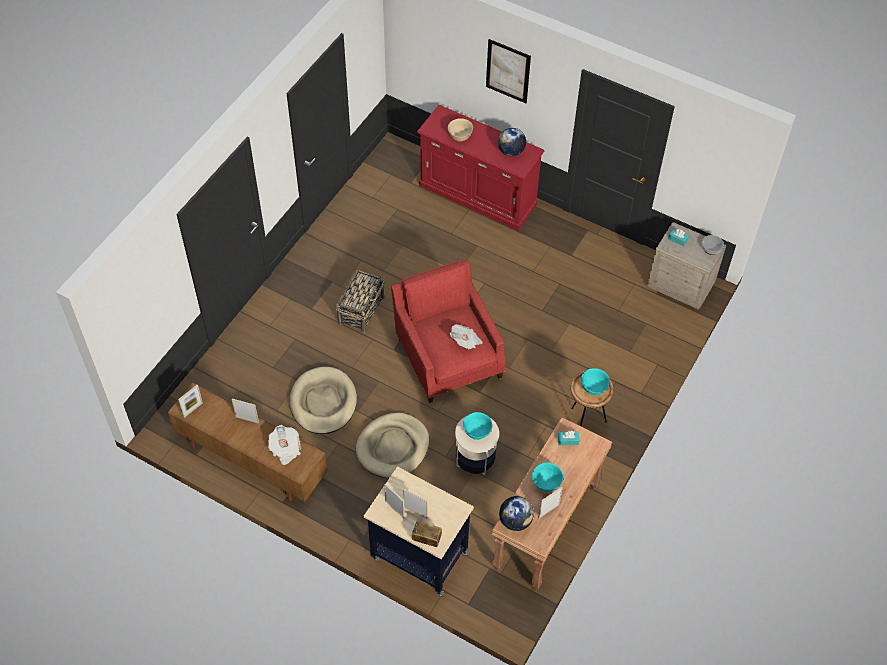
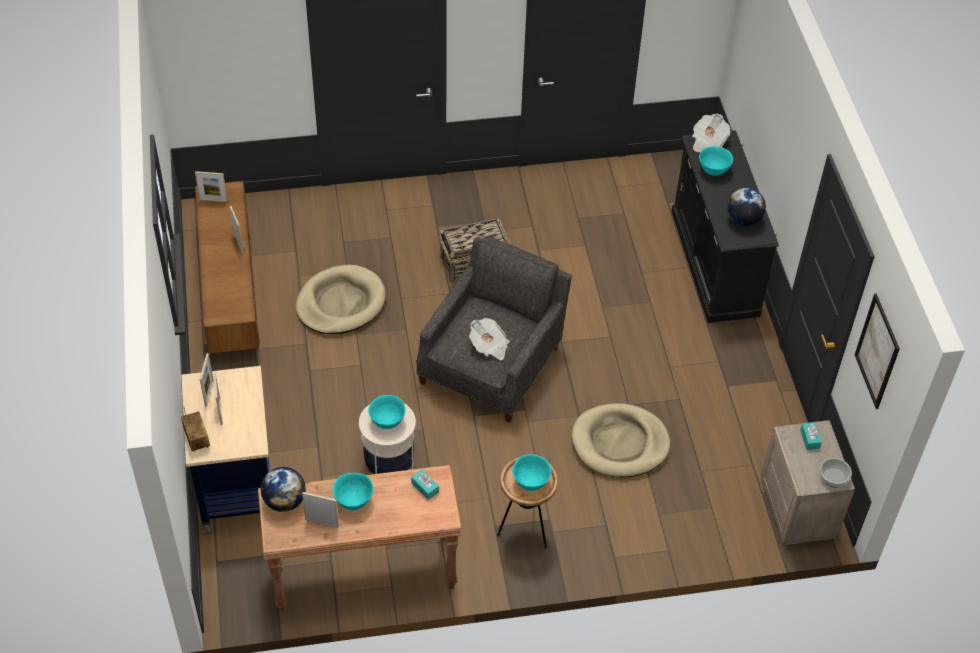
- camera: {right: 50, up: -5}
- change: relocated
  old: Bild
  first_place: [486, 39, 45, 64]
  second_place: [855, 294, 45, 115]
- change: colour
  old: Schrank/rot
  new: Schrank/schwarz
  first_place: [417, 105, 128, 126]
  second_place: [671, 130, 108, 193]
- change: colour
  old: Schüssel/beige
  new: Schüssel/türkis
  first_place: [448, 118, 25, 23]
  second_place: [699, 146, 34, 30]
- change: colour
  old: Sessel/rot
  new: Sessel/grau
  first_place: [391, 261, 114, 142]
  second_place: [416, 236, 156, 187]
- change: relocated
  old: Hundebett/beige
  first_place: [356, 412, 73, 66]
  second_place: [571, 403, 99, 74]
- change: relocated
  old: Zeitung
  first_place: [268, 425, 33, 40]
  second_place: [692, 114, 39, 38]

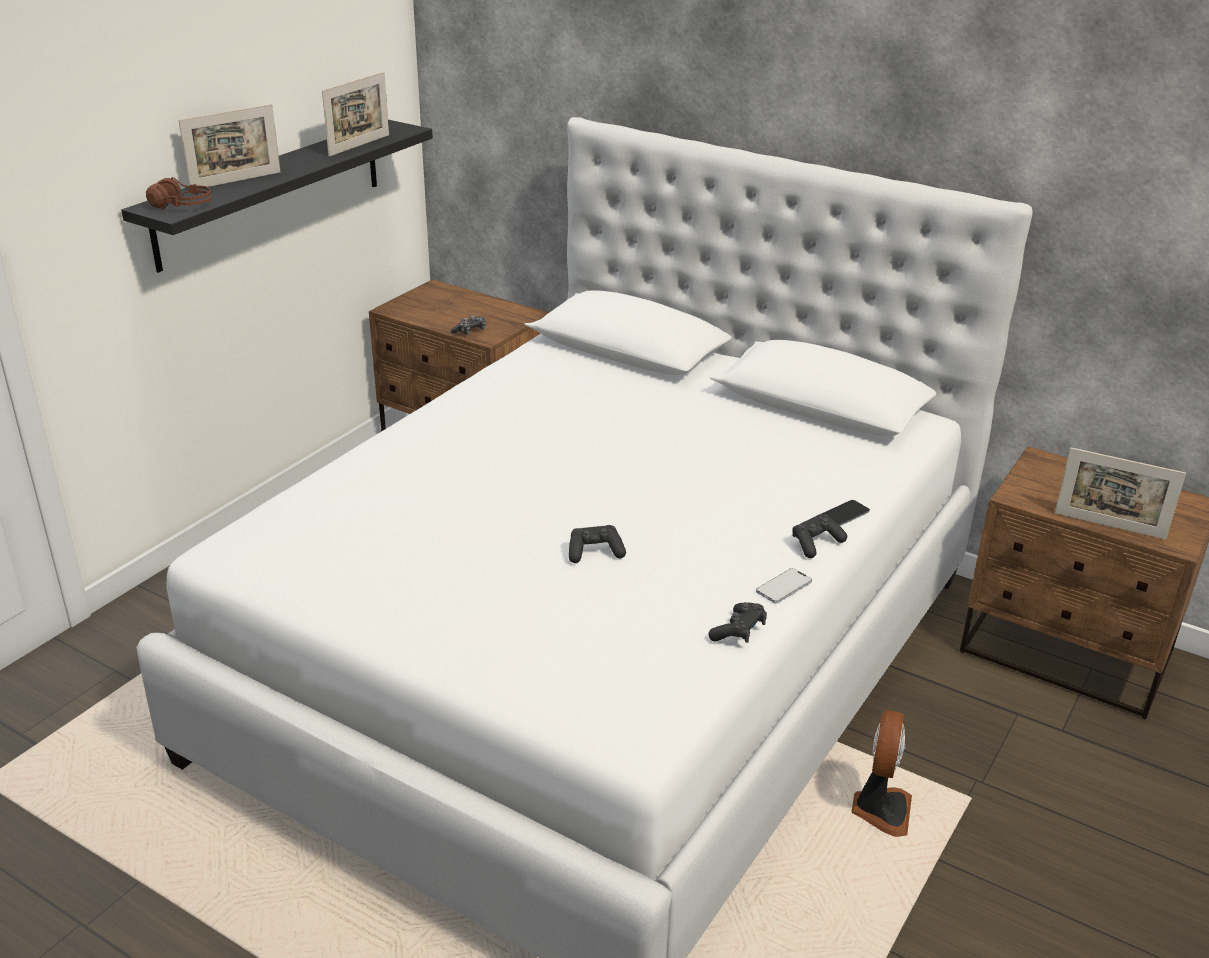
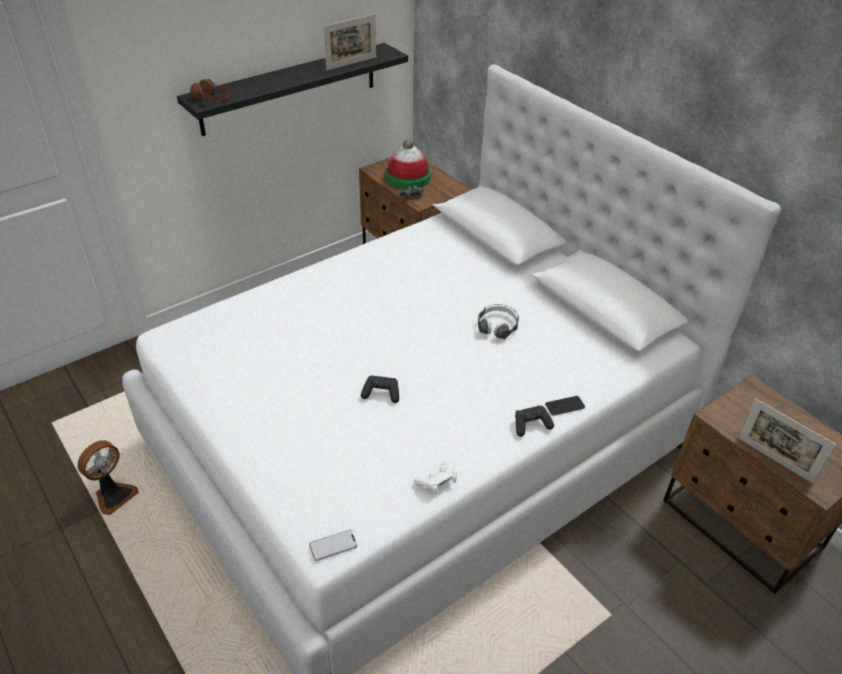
- camera: {right: 20, up: 10}
- change: missing
  old: Bilderrahmen
  first_place: [179, 104, 102, 83]
- change: relocated
  old: Handy
  first_place: [756, 568, 56, 36]
  second_place: [309, 530, 48, 31]
- change: colour
  old: Gamepad/schwarz
  new: Gamepad/weiß
  first_place: [709, 602, 58, 41]
  second_place: [414, 461, 43, 33]
- change: relocated
  old: Ventilator
  first_place: [852, 711, 60, 126]
  second_place: [78, 440, 61, 75]
- change: appeared
  new: Hut
  second_place: [385, 139, 46, 50]
- change: appeared
  new: Kopfhörer
  second_place: [478, 304, 41, 35]

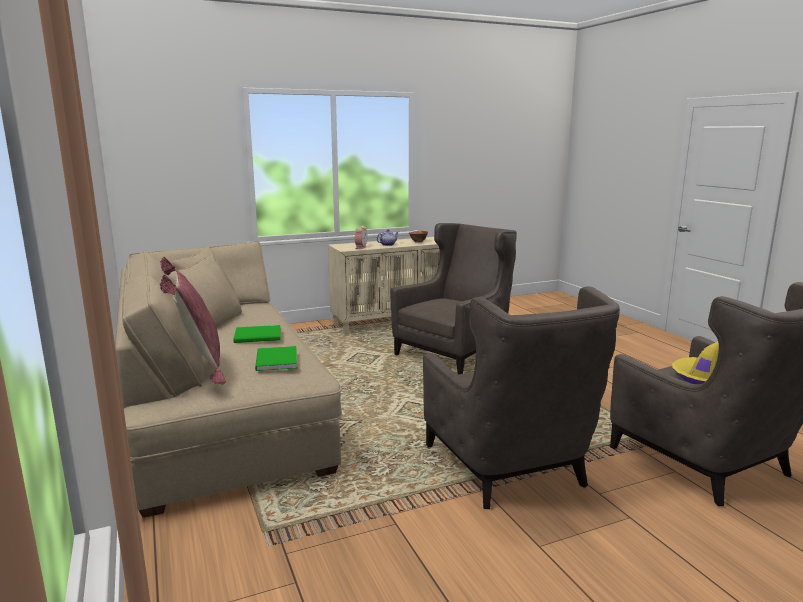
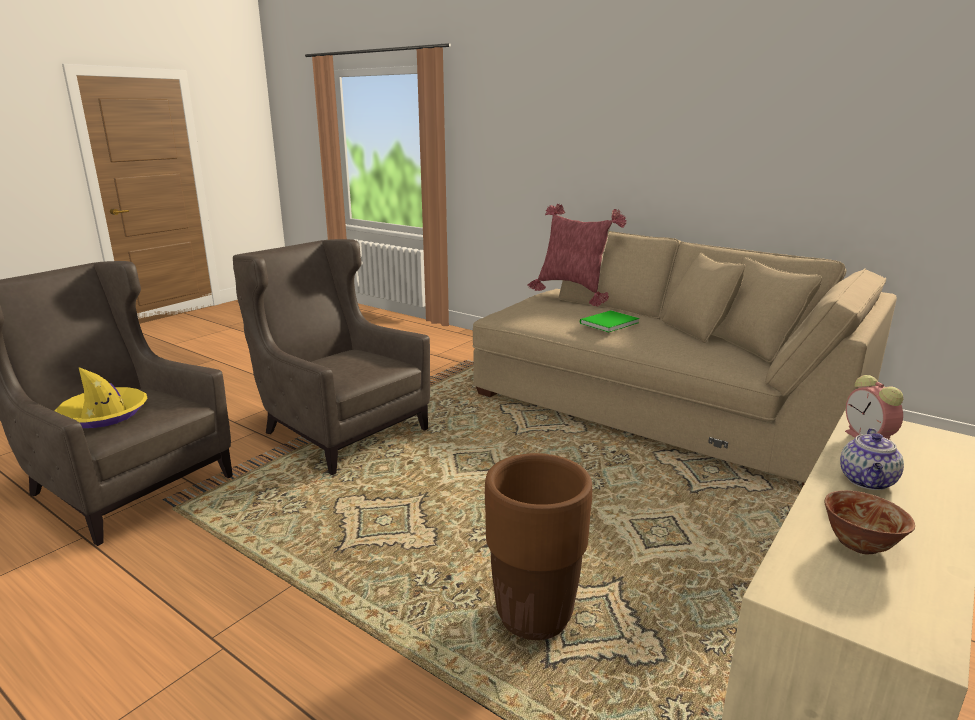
- camera: {right: 150, up: 5}
- change: exchanged
  old: Sessel/grau
  new: Pflanzkübel/braun
  first_place: [391, 223, 126, 152]
  second_place: [485, 453, 107, 187]
- change: missing
  old: Buch/grün
  first_place: [255, 346, 42, 25]

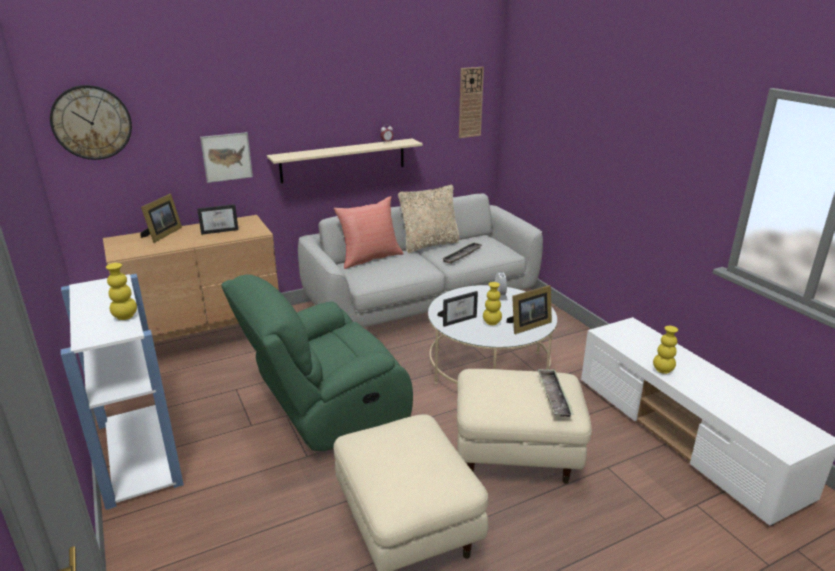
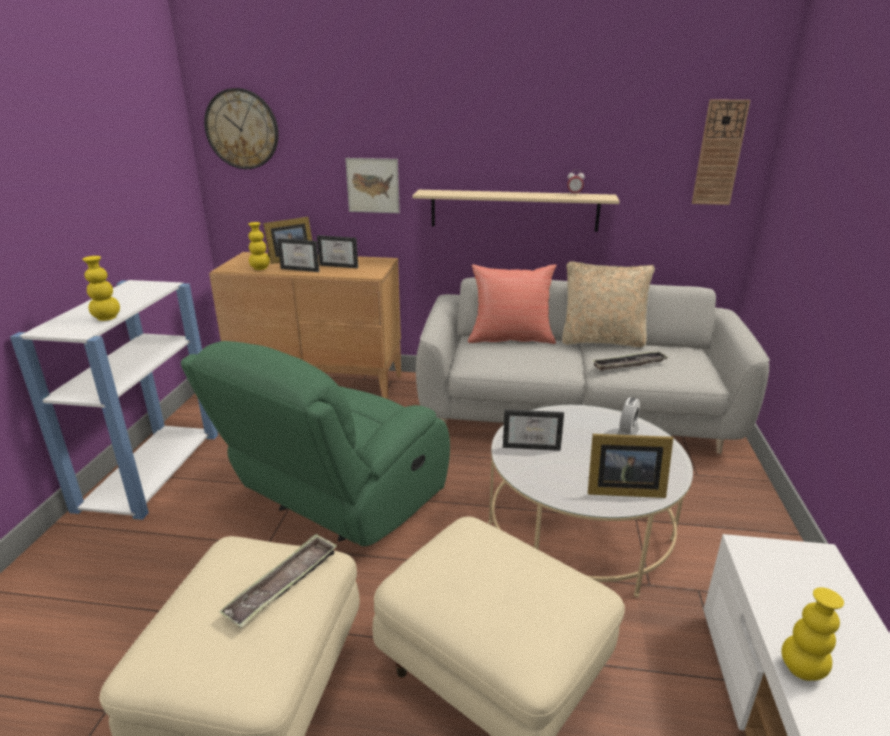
- camera: {right: 35, up: 0}
- change: spun
  old: Sessel/grün
  first_place: [221, 274, 192, 177]
  second_place: [181, 341, 269, 205]
  degrees: -60
- change: relocated
  old: Vase/gelb
  first_place: [483, 282, 19, 43]
  second_place: [248, 222, 22, 48]
- change: relocated
  old: Tablett
  first_place: [537, 369, 37, 48]
  second_place: [219, 533, 118, 95]
- change: appeared
  new: Bilderrahmen
  second_place: [277, 238, 43, 34]

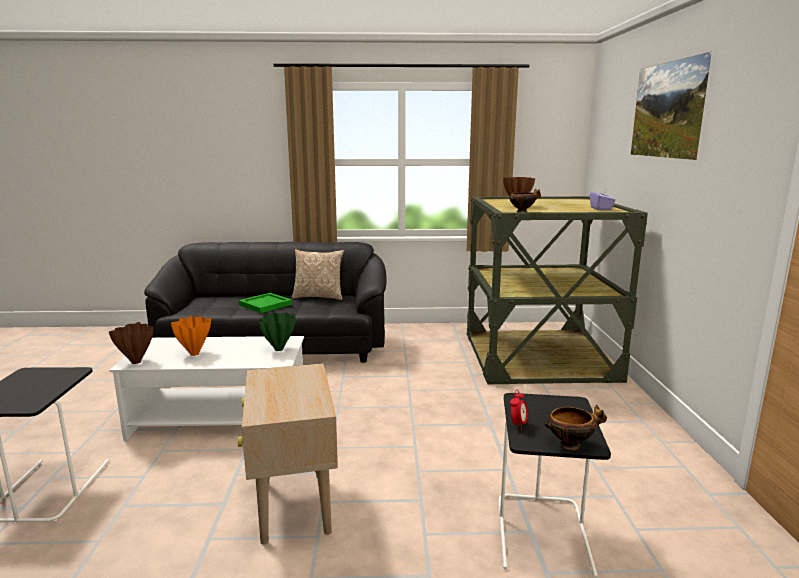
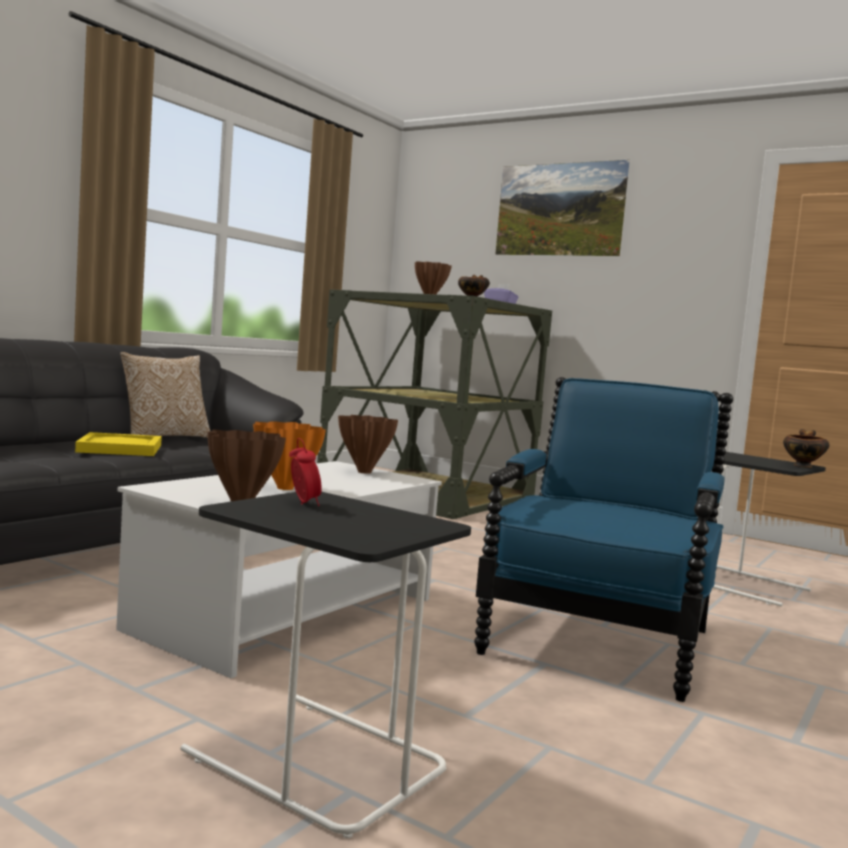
- camera: {right: -55, up: -10}
- change: colour
  old: Tablett/grün
  new: Tablett/gelb
  first_place: [239, 293, 53, 20]
  second_place: [75, 432, 87, 24]
- change: colour
  old: Vase/grün
  new: Vase/braun
  first_place: [259, 312, 37, 39]
  second_place: [338, 415, 60, 58]
- change: exchanged
  old: Beistelltisch/beige
  new: Sessel/blau
  first_place: [238, 363, 100, 182]
  second_place: [474, 377, 259, 325]
- change: relocated
  old: Wecker
  first_place: [510, 391, 18, 39]
  second_place: [289, 438, 33, 68]

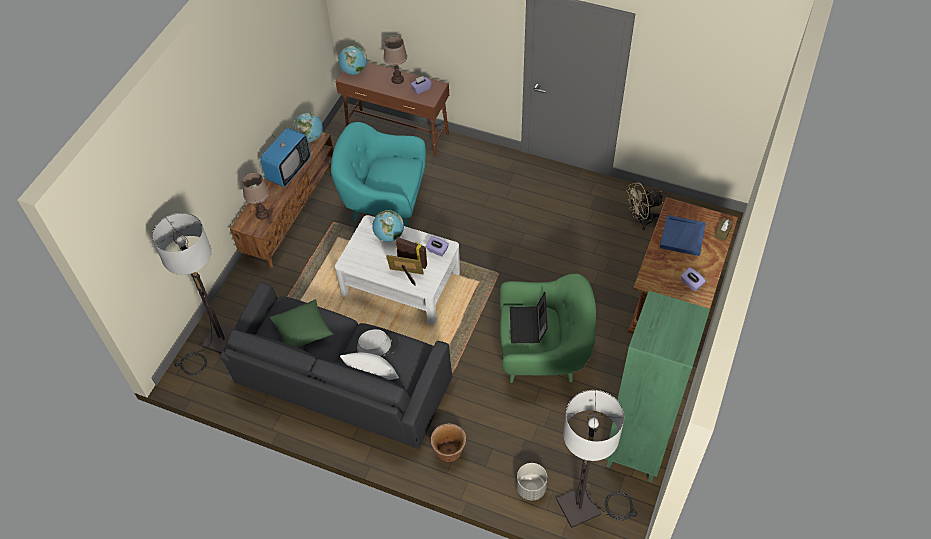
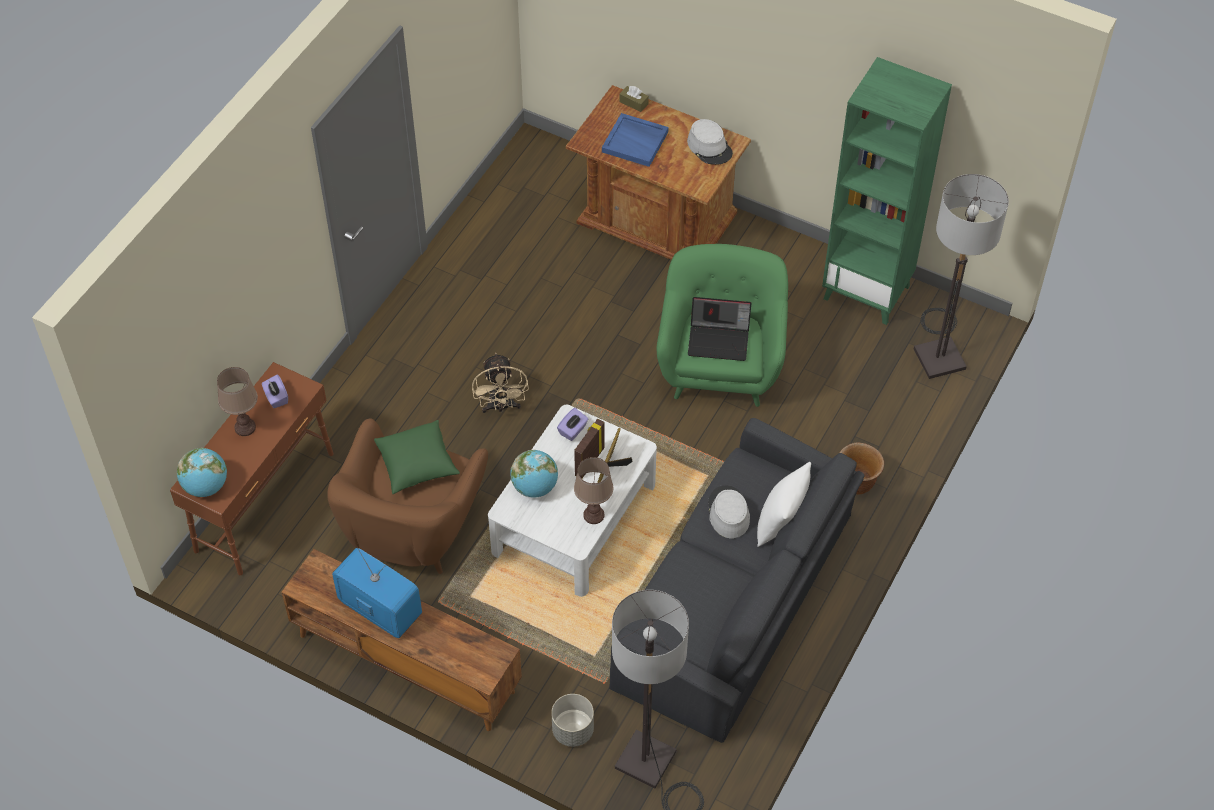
- camera: {right: -85, up: 0}
- change: missing
  old: Globus
  first_place: [293, 113, 30, 30]
- change: colour
  old: Sessel/türkis
  new: Sessel/braun
  first_place: [331, 122, 95, 105]
  second_place: [327, 418, 161, 156]
- change: relocated
  old: Tischlampe/braun
  first_place: [242, 172, 27, 48]
  second_place: [574, 457, 39, 67]
- change: relocated
  old: Ventilator/beige
  first_place: [627, 182, 37, 48]
  second_place: [472, 353, 57, 60]
- change: exchanged
  old: Taschentuchbox/lila
  new: Hut/grau
  first_place: [681, 267, 25, 25]
  second_place: [687, 119, 46, 46]
- change: relocated
  old: Kissen/grün
  first_place: [269, 299, 65, 49]
  second_place: [374, 420, 86, 74]
- change: relocated
  old: Pflanzkübel/grau
  first_place: [517, 463, 30, 38]
  second_place: [551, 694, 43, 53]

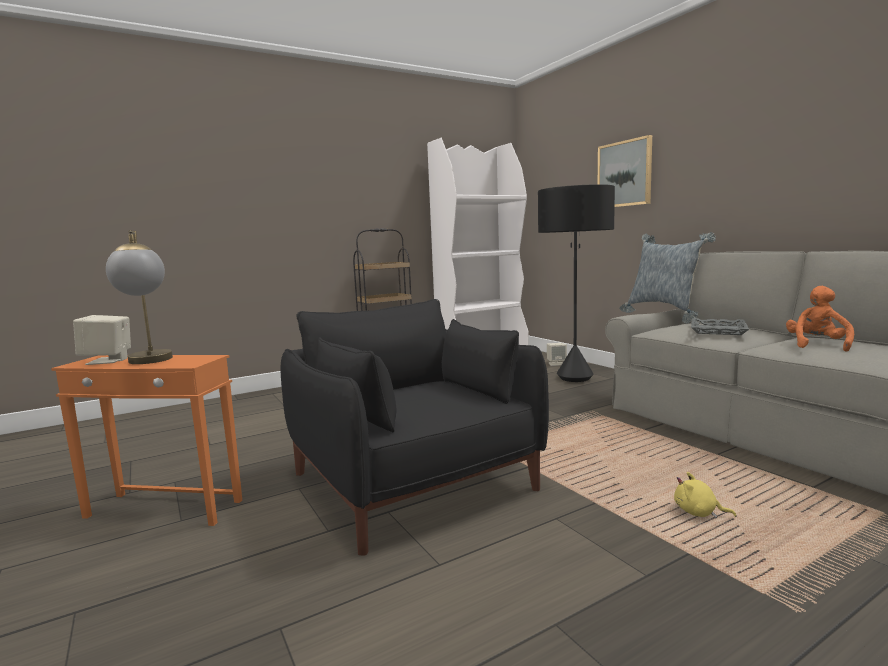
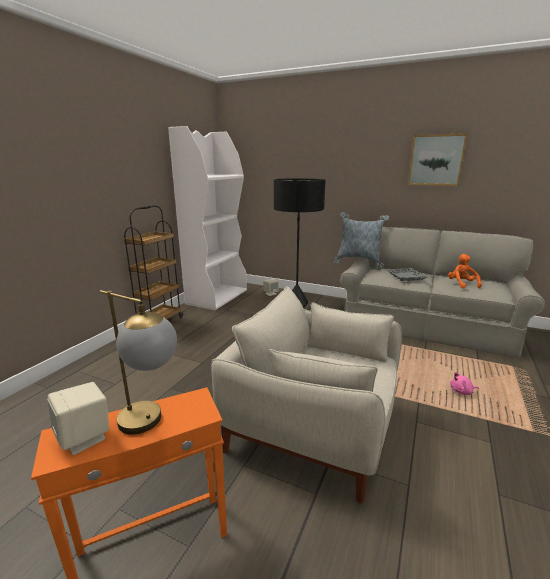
- camera: {right: -35, up: 10}
- change: relocated
  old: Bild
  first_place: [598, 135, 54, 72]
  second_place: [408, 133, 60, 53]
- change: colour
  old: Sessel/schwarz
  new: Sessel/beige
  first_place: [281, 299, 268, 256]
  second_place: [211, 286, 191, 217]
- change: colour
  old: Plüschtier/gelb
  new: Plüschtier/rosa
  first_place: [674, 472, 62, 46]
  second_place: [450, 372, 29, 23]

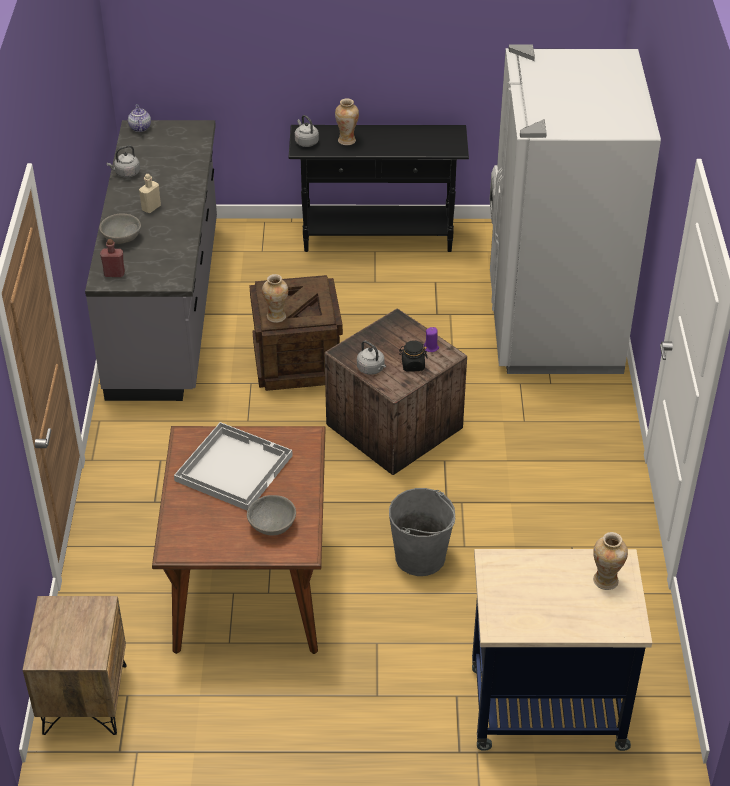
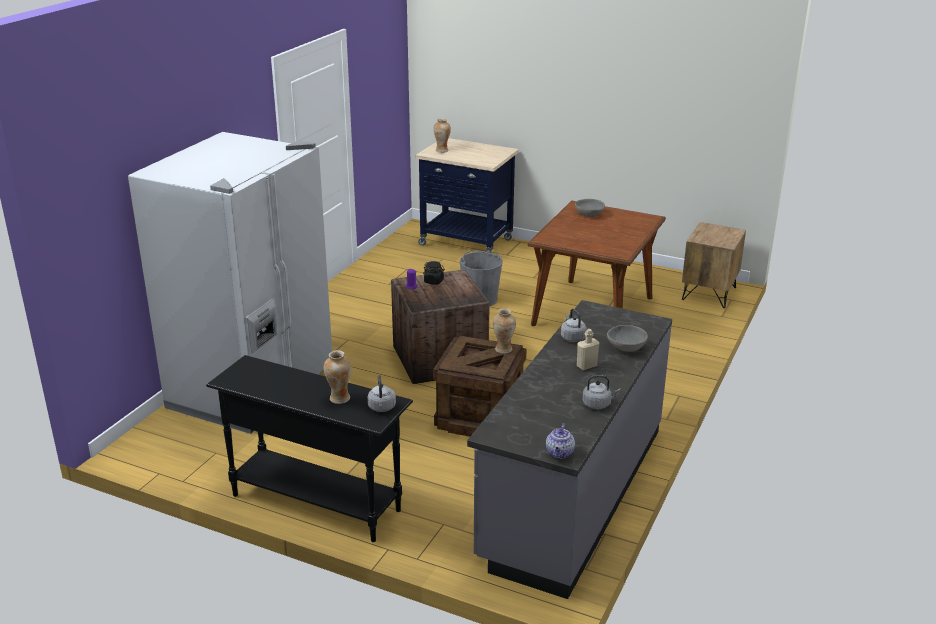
- camera: {right: -155, up: -15}
- change: missing
  old: Flasche/rot
  first_place: [100, 239, 25, 38]
- change: relocated
  old: Wasserkessel/grau
  first_place: [357, 341, 29, 34]
  second_place: [561, 308, 26, 34]
- change: missing
  old: Tablett/weiß
  first_place: [174, 422, 119, 88]

